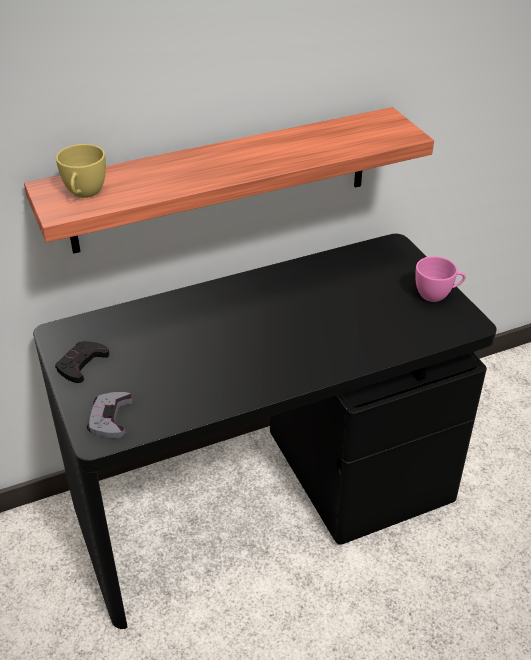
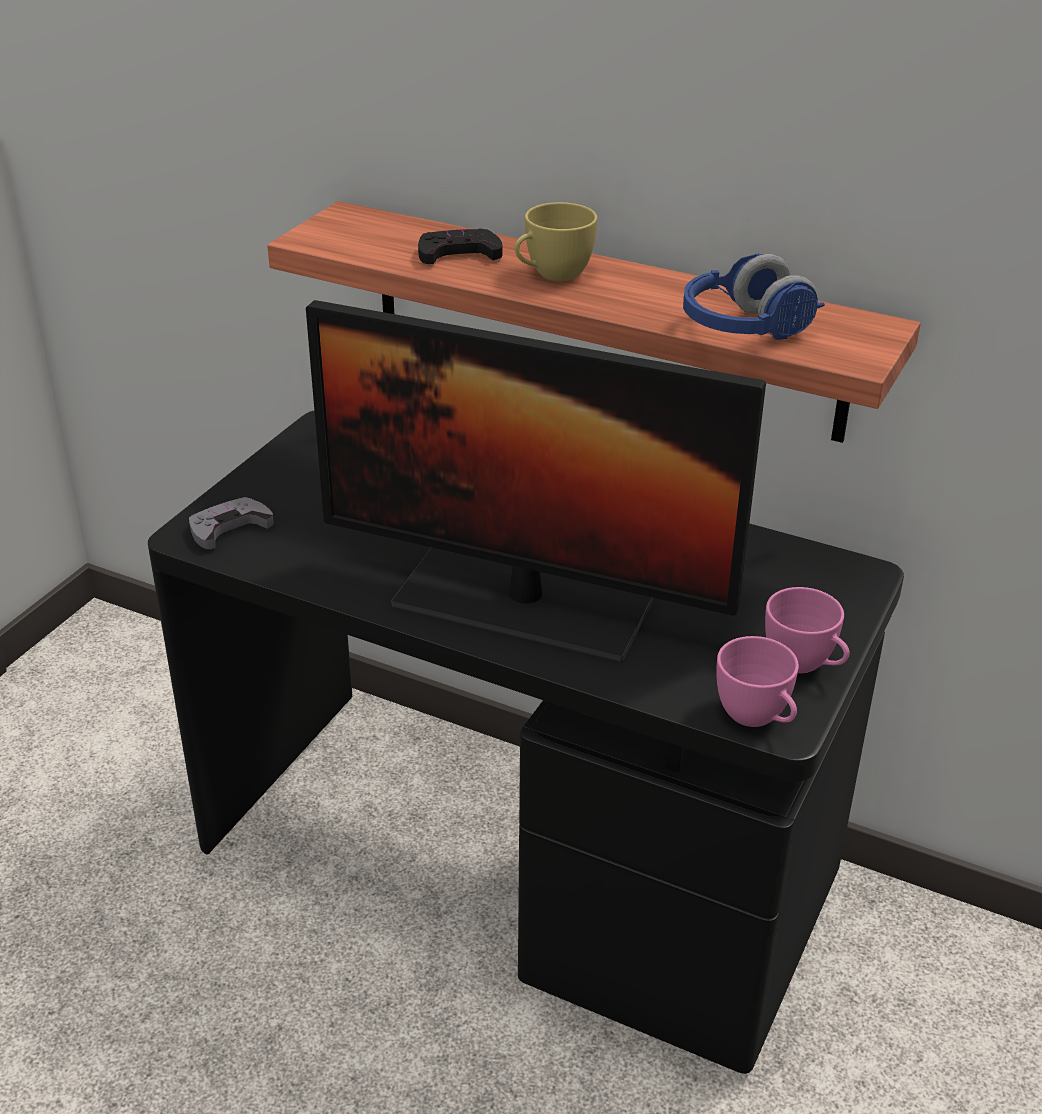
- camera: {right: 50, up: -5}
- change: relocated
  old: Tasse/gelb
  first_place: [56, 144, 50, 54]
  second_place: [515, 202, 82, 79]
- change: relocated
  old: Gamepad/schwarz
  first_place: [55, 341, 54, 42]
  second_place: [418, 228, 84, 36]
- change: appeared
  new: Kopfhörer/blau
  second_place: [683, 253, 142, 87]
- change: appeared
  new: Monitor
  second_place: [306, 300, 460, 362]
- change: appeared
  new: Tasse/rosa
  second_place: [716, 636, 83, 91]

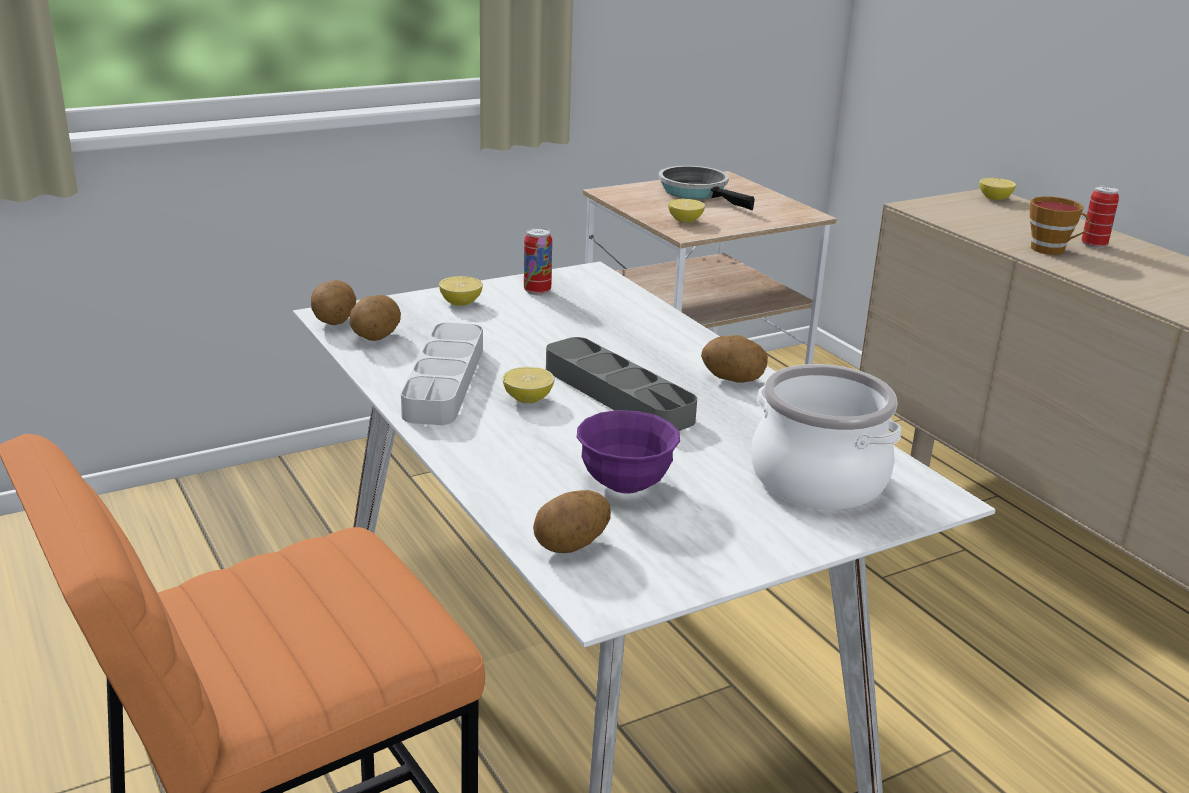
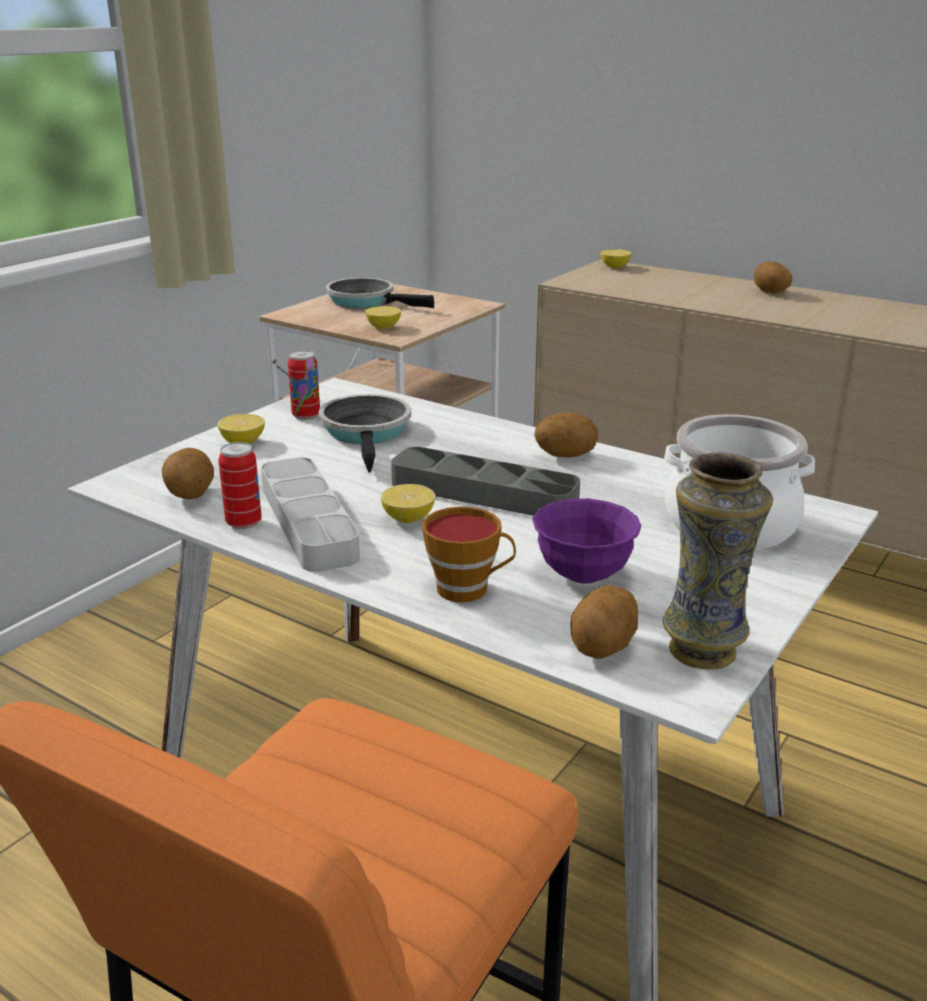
- camera: {right: -25, up: 0}
- change: relocated
  old: Dose
  first_place: [1082, 186, 37, 63]
  second_place: [218, 442, 44, 87]
- change: relocated
  old: Tasse
  first_place: [1030, 196, 60, 59]
  second_place: [422, 507, 94, 95]
- change: relocated
  old: Kartoffel
  first_place: [311, 280, 45, 45]
  second_place: [754, 262, 38, 32]
- change: appeared
  new: Pfanne
  second_place: [318, 394, 93, 78]
- change: appeared
  new: Vase
  second_place: [663, 453, 110, 217]

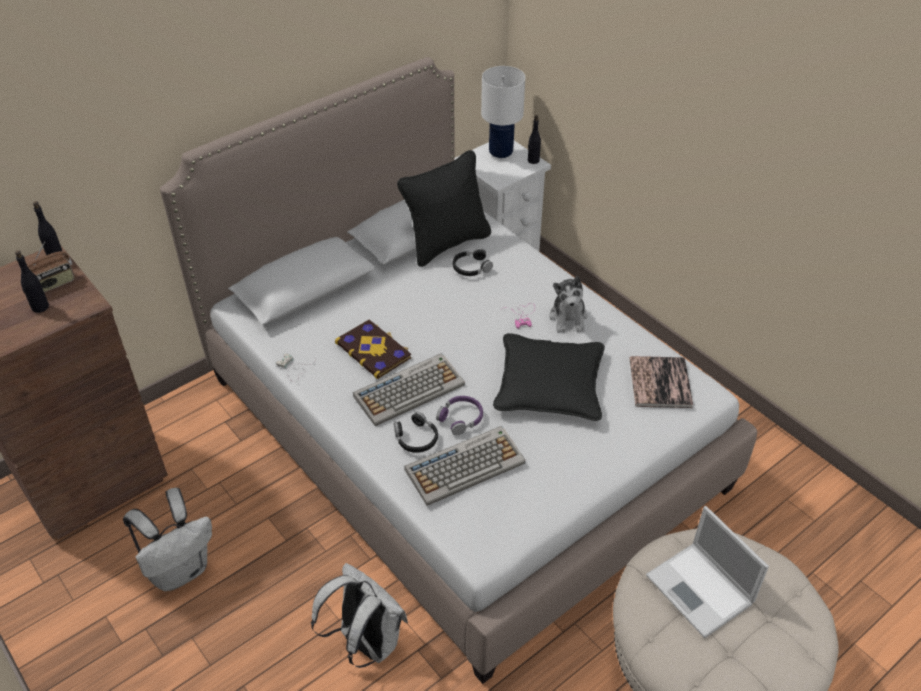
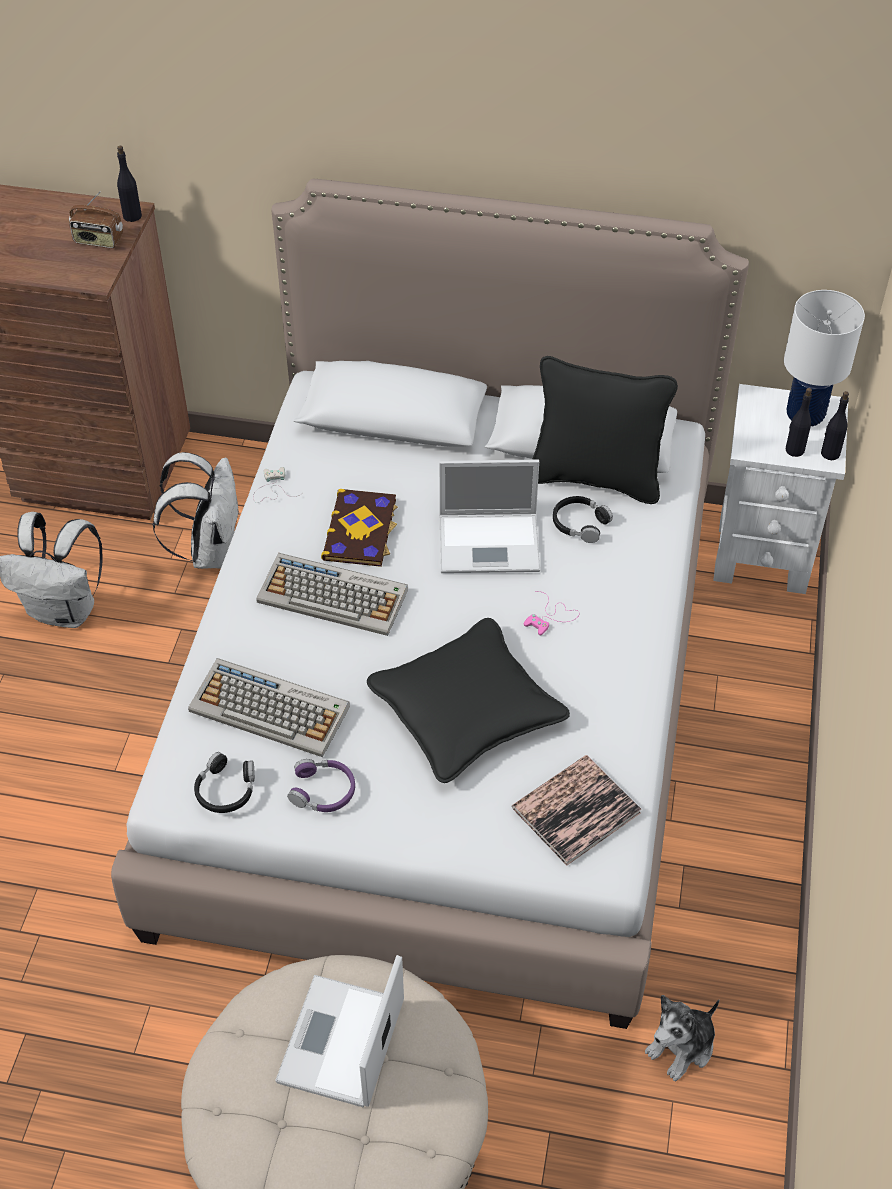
- camera: {right: 50, up: 5}
- change: relocated
  old: Flasche/schwarz
  first_place: [15, 250, 34, 63]
  second_place: [786, 388, 26, 69]
- change: relocated
  old: Plüschtier
  first_place: [550, 276, 37, 57]
  second_place: [645, 995, 74, 86]
- change: relocated
  old: Kopfhörer/lila
  first_place: [436, 396, 47, 39]
  second_place: [287, 759, 68, 53]
- change: relocated
  old: Kopfhörer/schwarz
  first_place: [394, 411, 44, 42]
  second_place: [194, 752, 61, 61]
- change: relocated
  old: Rucksack/weiß
  first_place: [311, 563, 97, 105]
  second_place: [152, 452, 88, 117]
- change: appeared
  new: Laptop
  second_place: [439, 459, 101, 114]

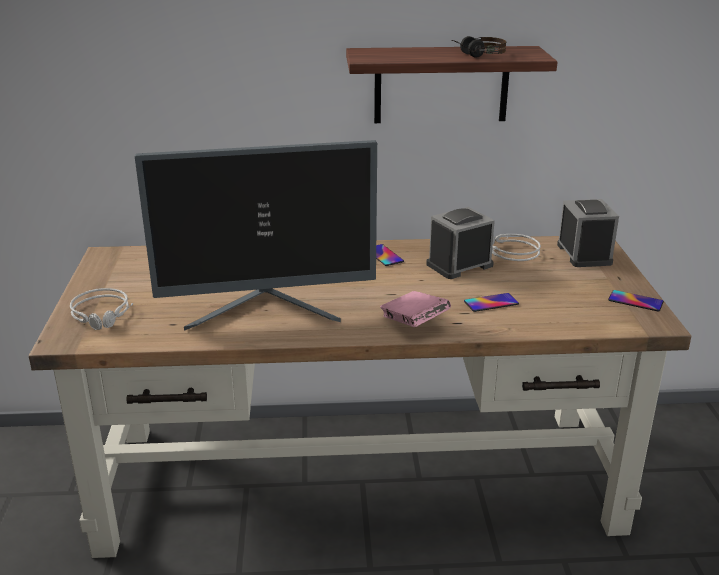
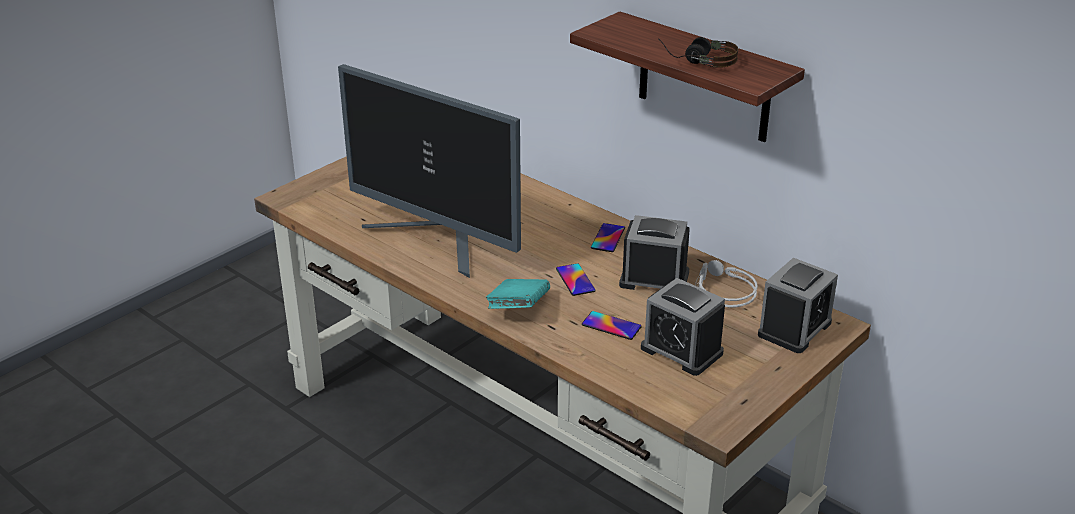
- camera: {right: 45, up: 5}
- change: missing
  old: Kopfhörer/grau
  first_place: [70, 288, 63, 42]
- change: relocated
  old: Handy
  first_place: [608, 290, 56, 22]
  second_place: [556, 263, 40, 33]
- change: colour
  old: Buch/rosa
  new: Buch/türkis
  first_place: [380, 291, 71, 36]
  second_place: [486, 279, 64, 30]
- change: appeared
  new: Wecker
  second_place: [641, 278, 84, 98]

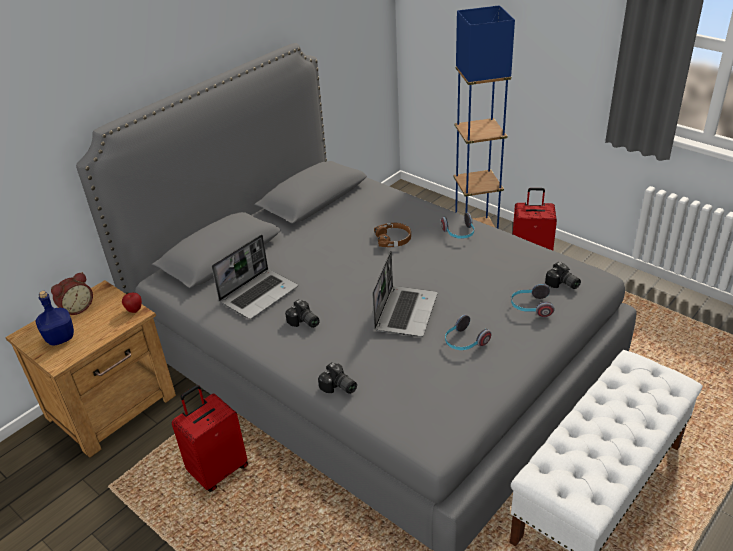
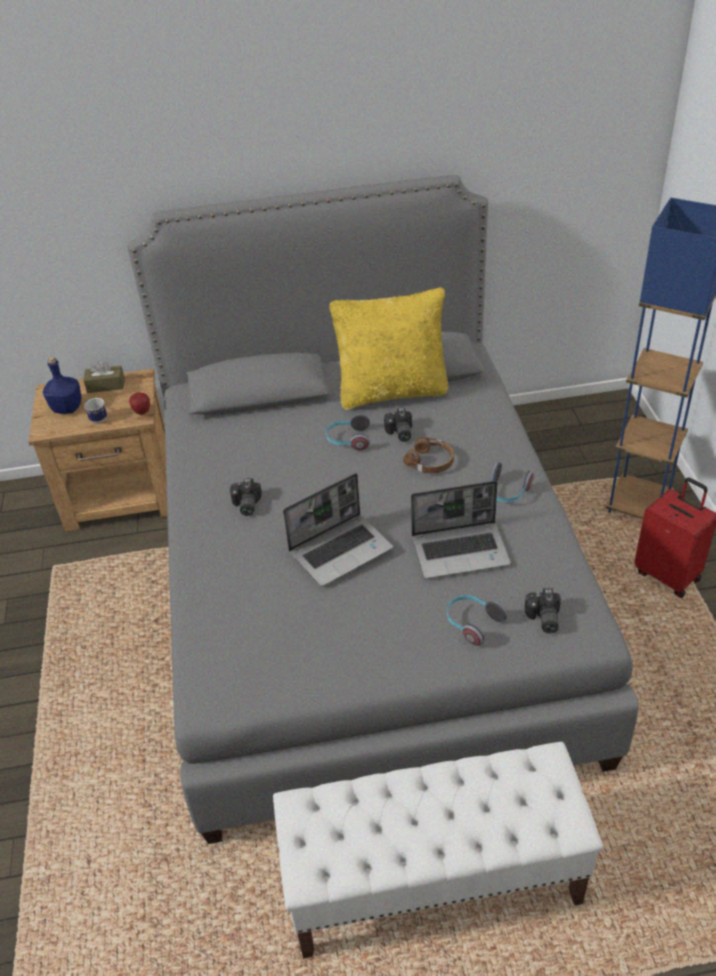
- camera: {right: 40, up: 5}
- change: relocated
  old: Laptop
  first_place: [212, 235, 86, 84]
  second_place: [411, 481, 100, 98]
- change: exchanged
  old: Wecker
  new: Taschentuchbox/braun
  first_place: [51, 272, 42, 43]
  second_place: [83, 361, 42, 32]
- change: relocated
  old: Kopfhörer
  first_place: [445, 315, 46, 35]
  second_place: [326, 414, 44, 37]
- change: relocated
  old: Kamera
  first_place: [318, 363, 39, 31]
  second_place: [384, 408, 28, 34]
- change: missing
  old: Koffer/rot
  first_place: [172, 385, 76, 107]
- change: appeared
  new: Kissen/gelb
  second_place: [329, 287, 120, 122]
- change: appeared
  new: Henkelbecher
  second_place: [84, 398, 23, 26]

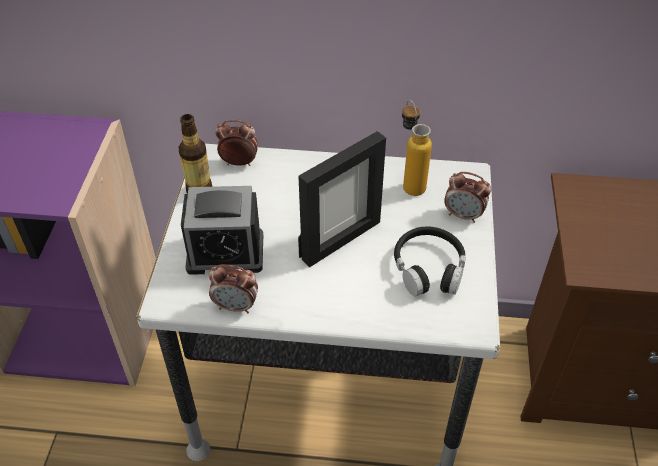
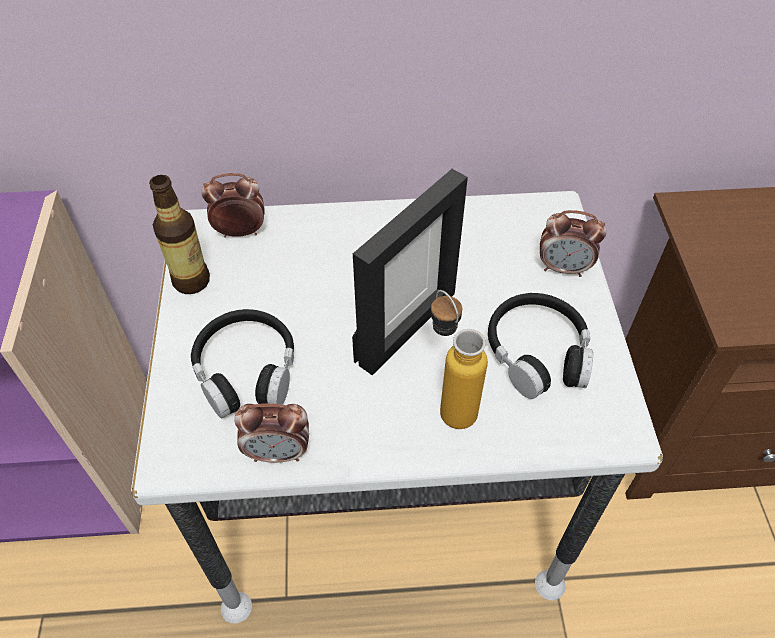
- camera: {right: -10, up: 5}
- change: relocated
  old: Flasche
  first_place: [402, 100, 30, 96]
  second_place: [431, 290, 57, 139]
- change: exchanged
  old: Wecker
  new: Kopfhörer/schwarz
  first_place: [181, 186, 82, 89]
  second_place: [191, 309, 103, 109]

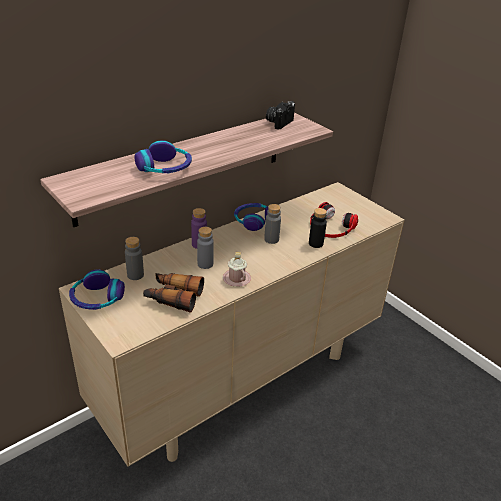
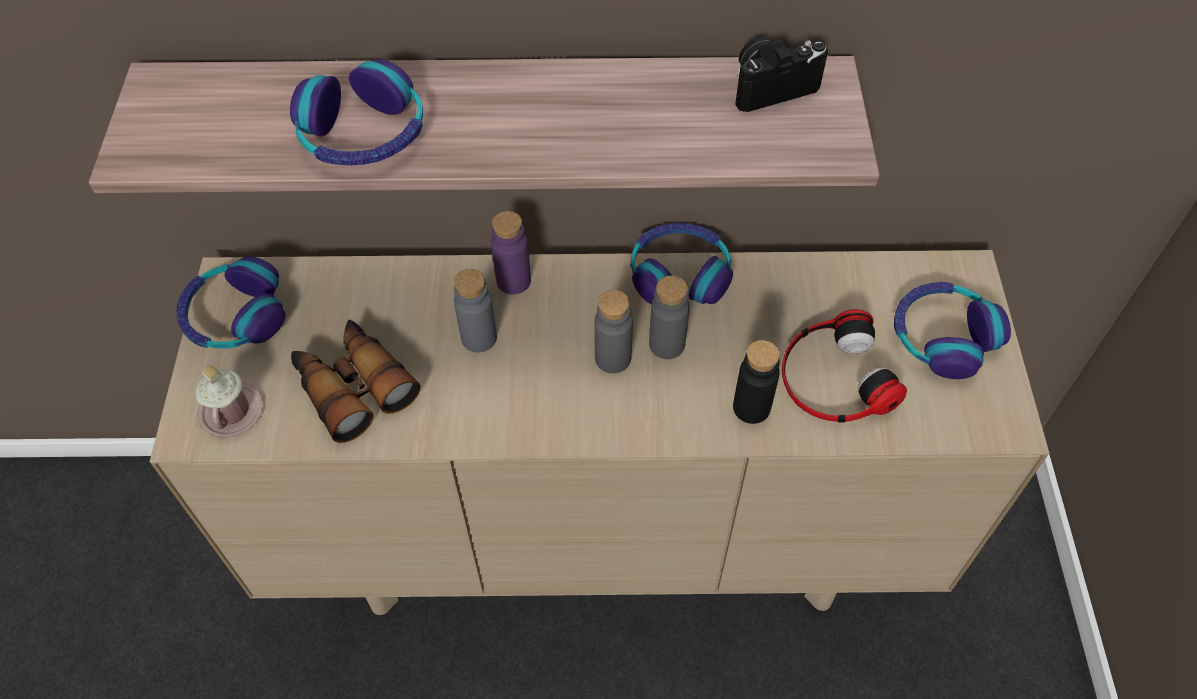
- camera: {right: 40, up: 20}
- change: relocated
  old: Flasche/grau
  first_place: [125, 237, 19, 43]
  second_place: [594, 290, 39, 83]
- change: relocated
  old: Henkelbecher/rosa
  first_place: [223, 252, 28, 35]
  second_place: [195, 365, 69, 73]
- change: appeared
  new: Kopfhörer
  second_place: [894, 282, 117, 97]

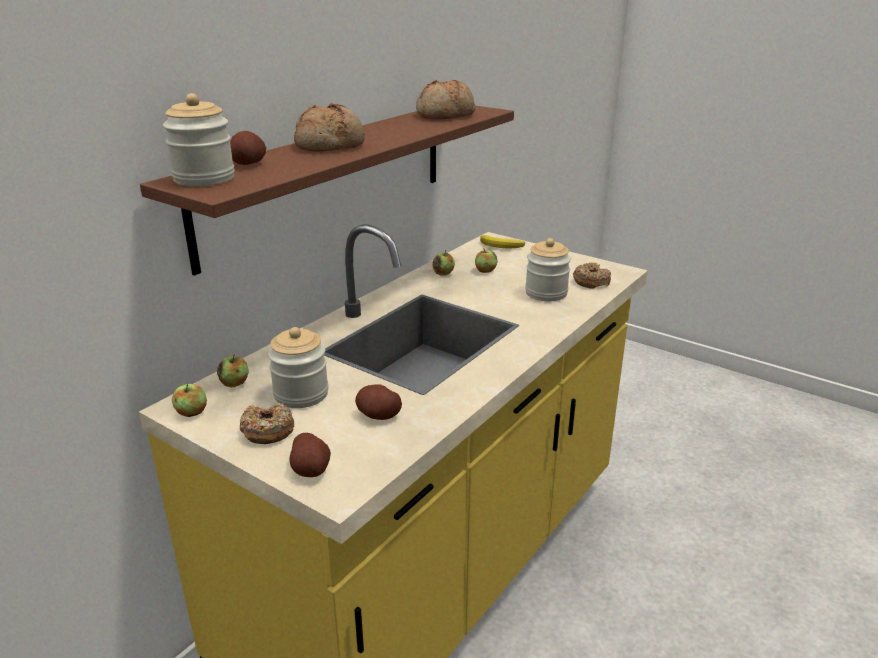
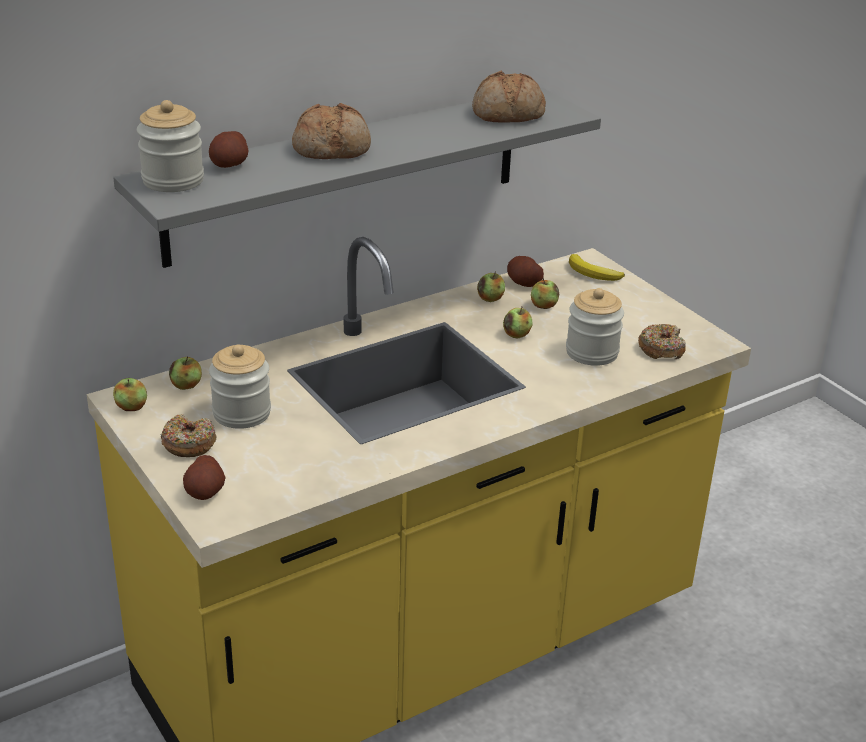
- camera: {right: 20, up: 5}
- change: colour
  old: Wandregal/braun
  new: Wandregal/grau
  first_place: [140, 106, 374, 170]
  second_place: [113, 87, 488, 181]
- change: relocated
  old: Kartoffel
  first_place: [355, 384, 47, 36]
  second_place: [507, 256, 37, 31]
- change: appeared
  new: Apfel
  second_place: [503, 307, 29, 31]

